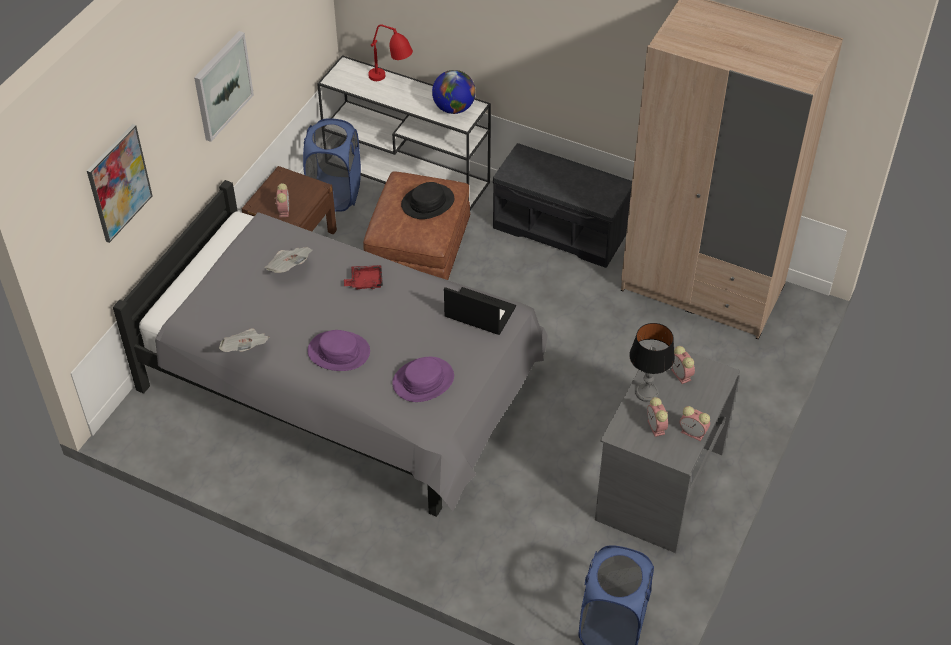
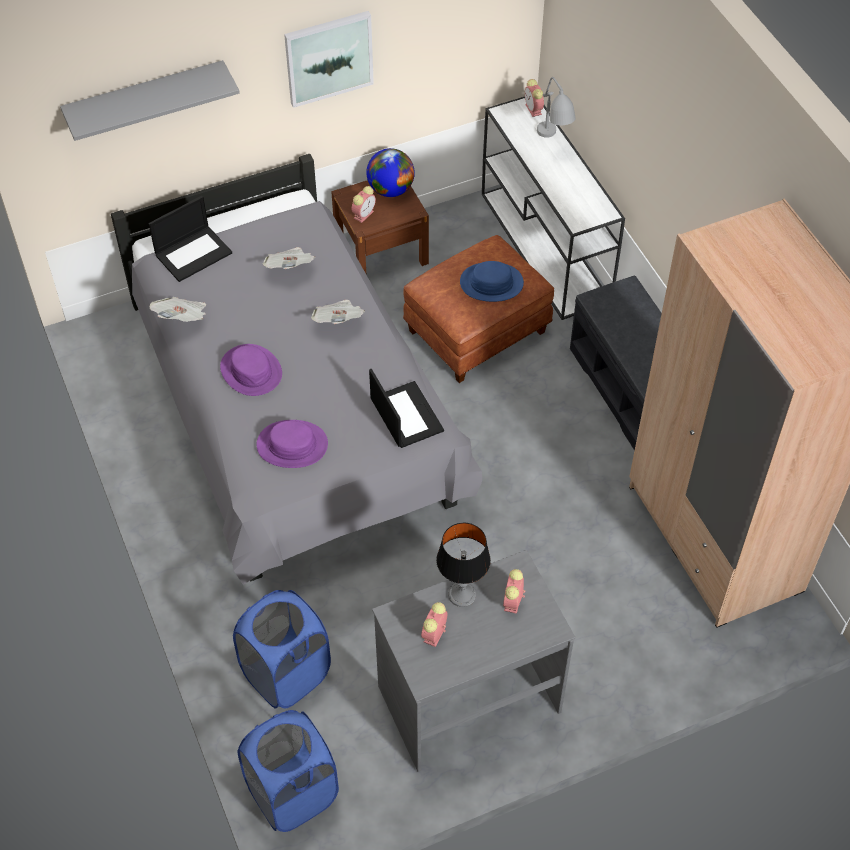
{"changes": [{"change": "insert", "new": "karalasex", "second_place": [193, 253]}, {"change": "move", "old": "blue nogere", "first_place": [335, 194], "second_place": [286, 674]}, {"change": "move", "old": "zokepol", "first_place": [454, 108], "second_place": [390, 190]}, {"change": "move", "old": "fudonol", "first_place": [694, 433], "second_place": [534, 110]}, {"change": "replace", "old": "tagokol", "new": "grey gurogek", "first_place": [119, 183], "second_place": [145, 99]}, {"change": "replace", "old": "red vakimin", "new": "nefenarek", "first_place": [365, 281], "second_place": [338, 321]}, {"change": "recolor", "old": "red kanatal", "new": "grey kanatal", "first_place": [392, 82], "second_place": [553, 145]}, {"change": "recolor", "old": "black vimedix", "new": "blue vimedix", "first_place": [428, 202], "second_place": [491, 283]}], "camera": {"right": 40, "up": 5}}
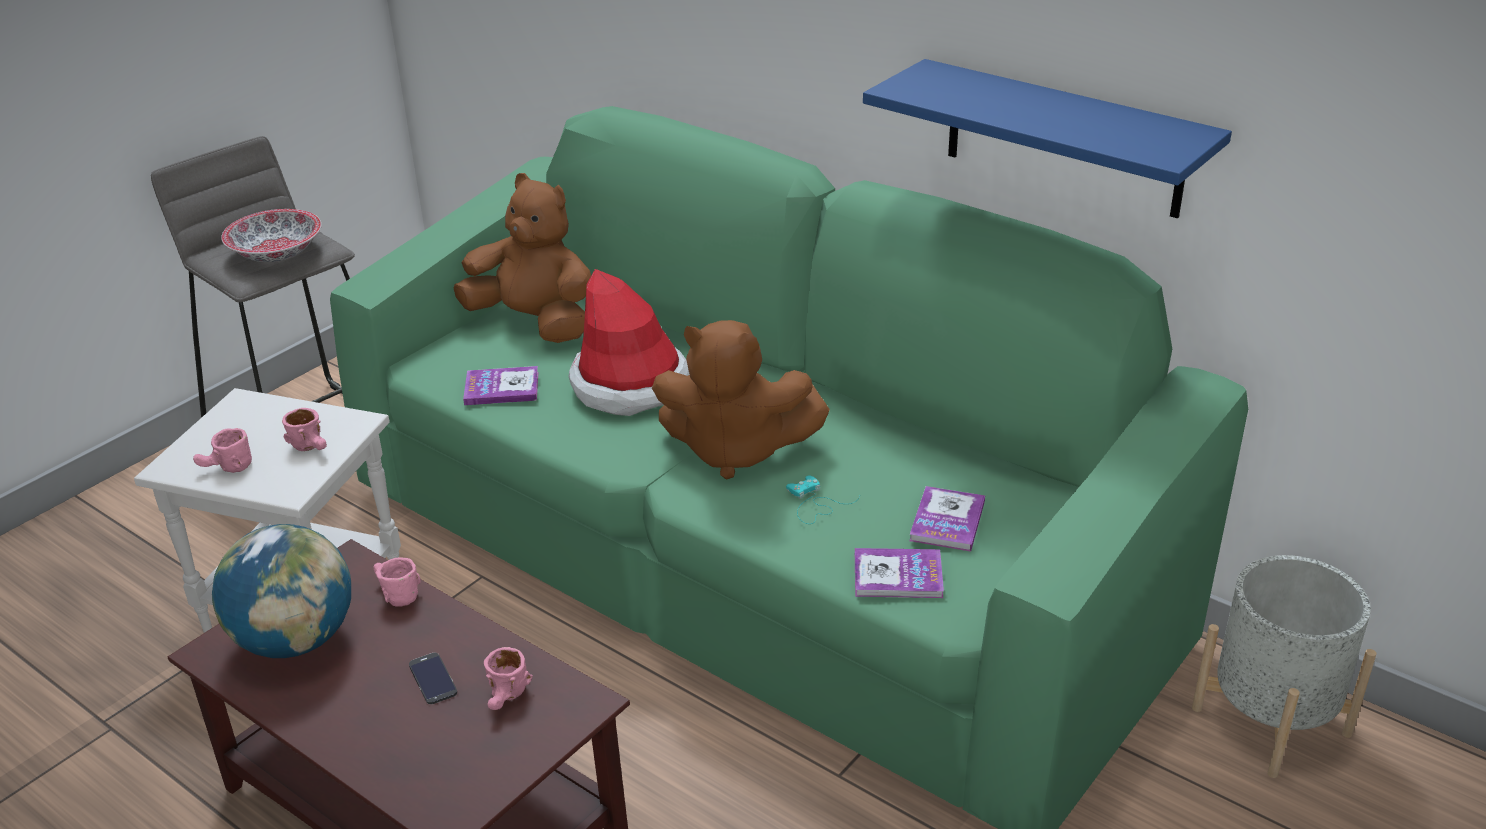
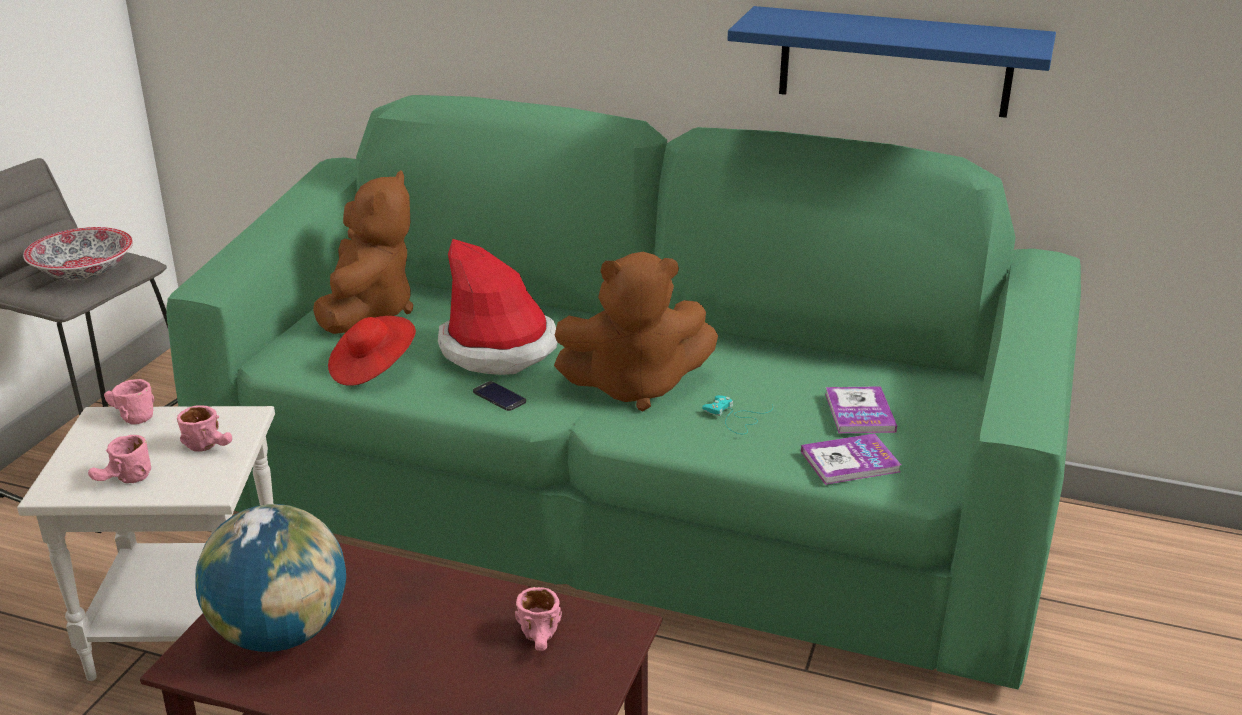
{"changes": [{"change": "delete", "old": "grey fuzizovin", "first_place": [1270, 721]}, {"change": "move", "old": "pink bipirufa", "first_place": [393, 594], "second_place": [128, 416]}, {"change": "move", "old": "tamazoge", "first_place": [433, 679], "second_place": [499, 396]}, {"change": "replace", "old": "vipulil", "new": "red vimedix", "first_place": [501, 388], "second_place": [372, 369]}, {"change": "rotate", "old": "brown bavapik", "first_place": [534, 323], "second_place": [368, 311], "degrees": 90}], "camera": {"right": -20, "up": -5}}
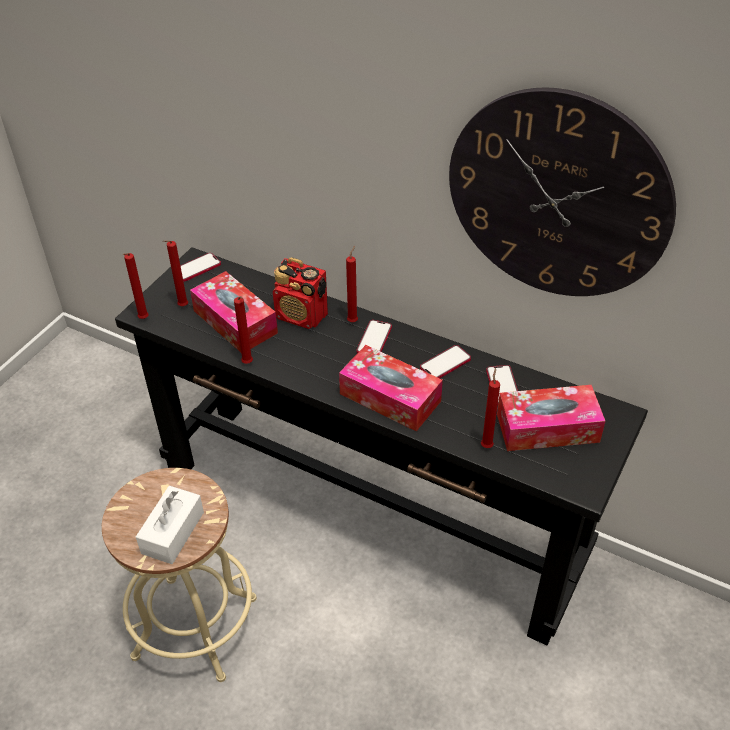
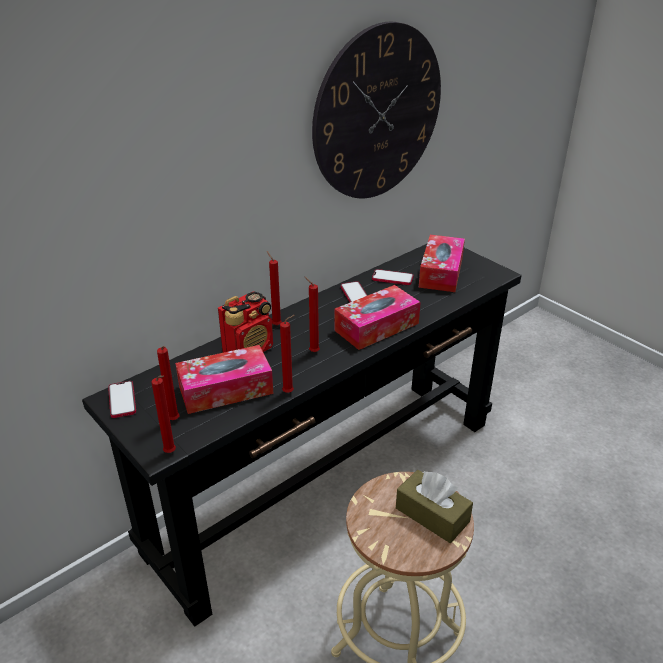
{"changes": [{"change": "delete", "old": "tamazoge", "first_place": [374, 339]}, {"change": "move", "old": "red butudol", "first_place": [486, 445], "second_place": [312, 351]}, {"change": "recolor", "old": "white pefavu", "new": "brown pefavu", "first_place": [173, 532], "second_place": [432, 515]}], "camera": {"right": -70, "up": -10}}
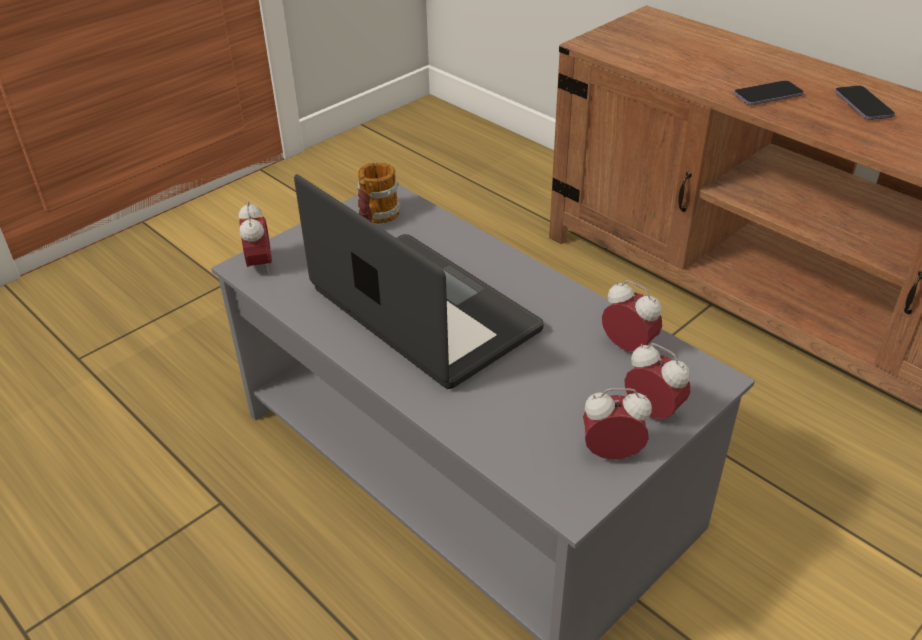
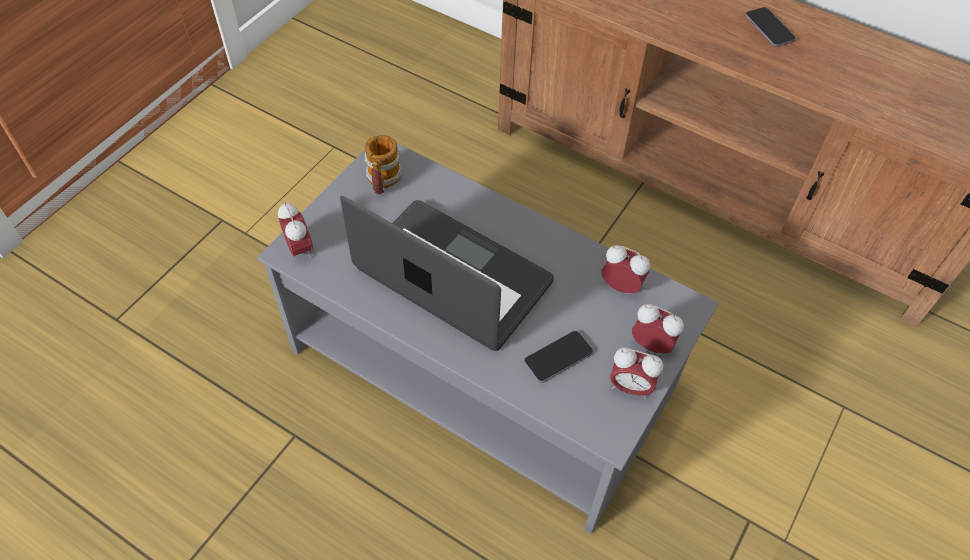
{"changes": [{"change": "move", "old": "tamazoge", "first_place": [768, 95], "second_place": [558, 357]}, {"change": "rotate", "old": "fudonol", "first_place": [611, 453], "second_place": [630, 387], "degrees": -150}], "camera": {"right": -15, "up": 15}}
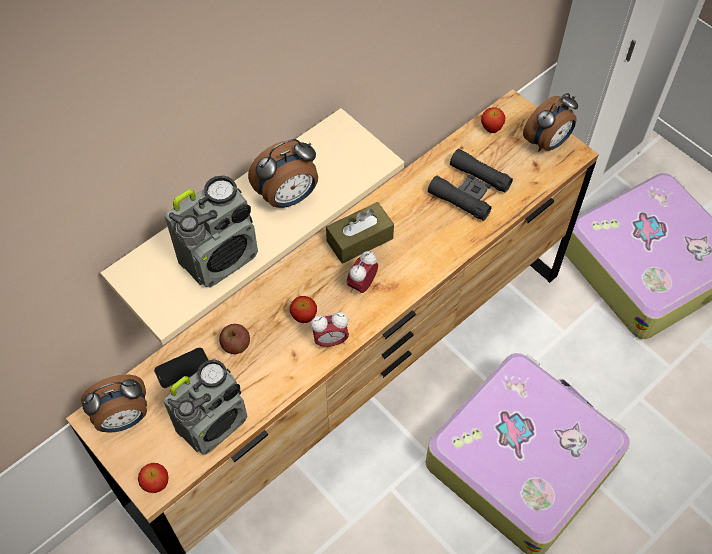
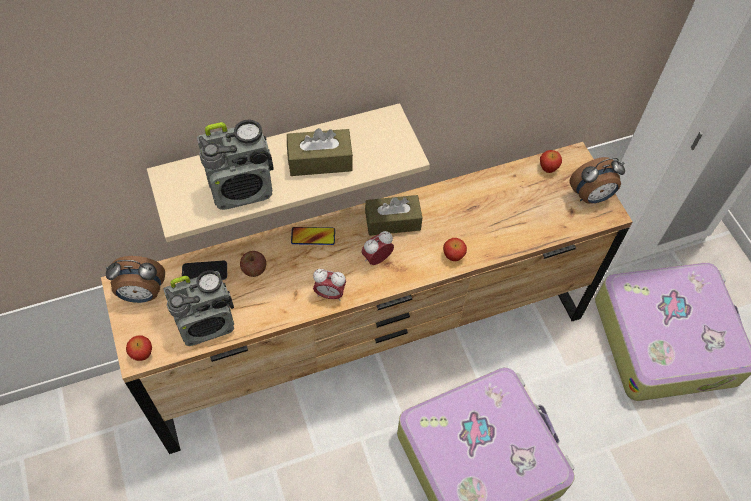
{"changes": [{"change": "delete", "old": "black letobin", "first_place": [469, 190]}, {"change": "insert", "new": "tamazoge", "second_place": [313, 236]}, {"change": "move", "old": "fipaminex", "first_place": [304, 316], "second_place": [453, 255]}, {"change": "replace", "old": "fudonol", "new": "brown pefavu", "first_place": [288, 197], "second_place": [320, 161]}], "camera": {"right": 20, "up": 0}}
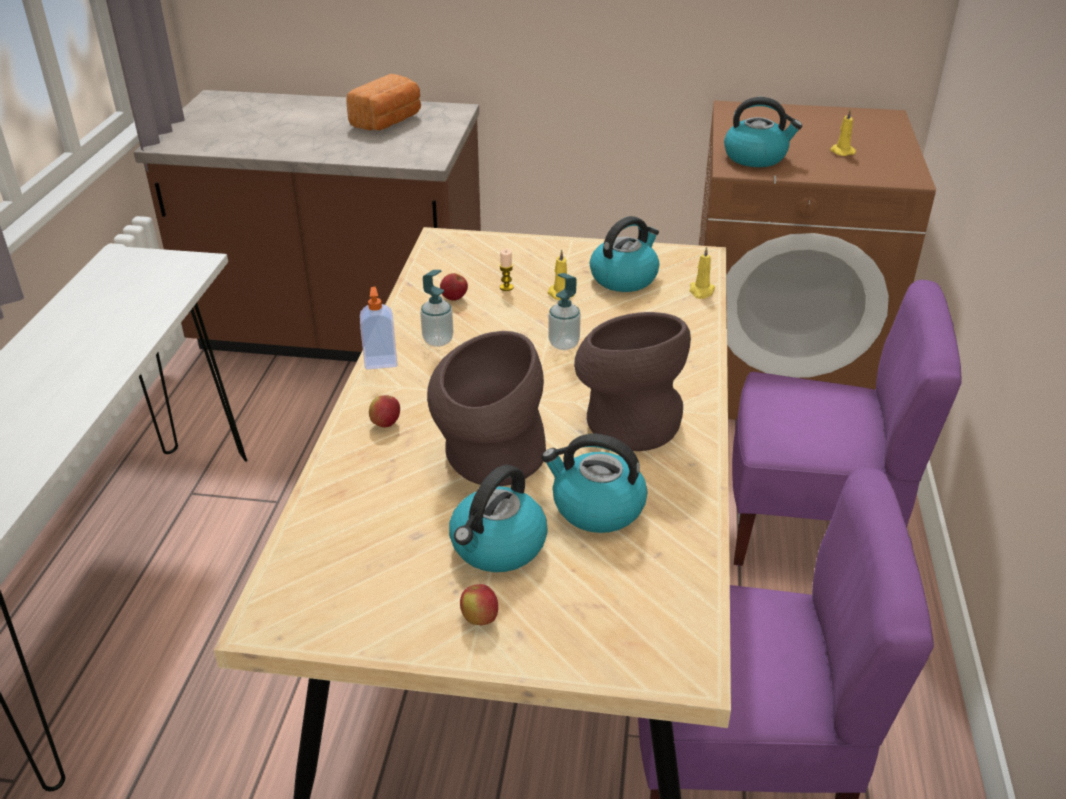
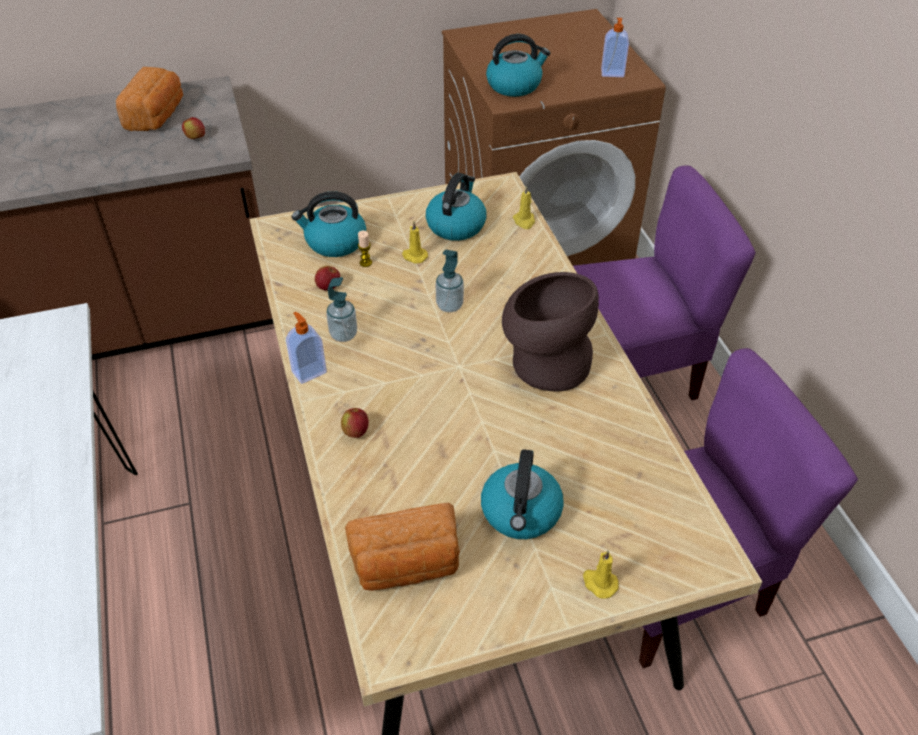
{"changes": [{"change": "delete", "old": "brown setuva", "first_place": [488, 461]}, {"change": "insert", "new": "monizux", "second_place": [407, 565]}, {"change": "insert", "new": "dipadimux", "second_place": [612, 73]}, {"change": "move", "old": "fipaminex", "first_place": [479, 618], "second_place": [195, 138]}, {"change": "move", "old": "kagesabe", "first_place": [596, 507], "second_place": [334, 242]}, {"change": "move", "old": "yellow butudol", "first_place": [841, 151], "second_place": [599, 583]}], "camera": {"right": -25, "up": 10}}
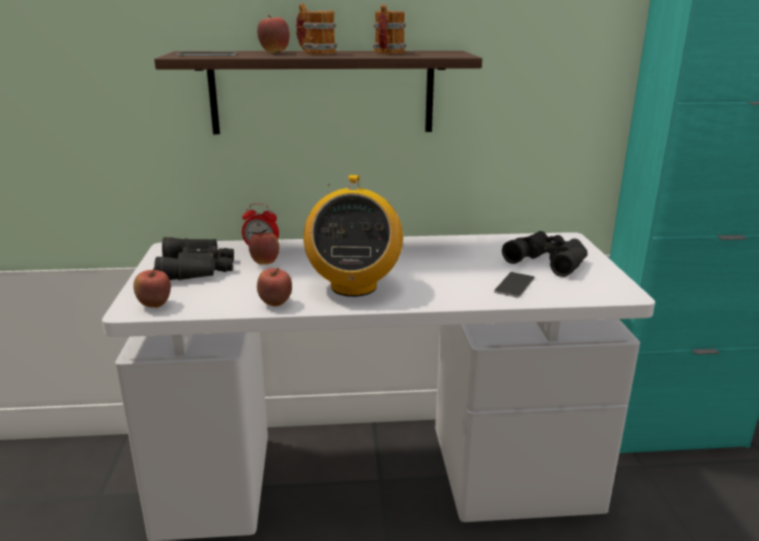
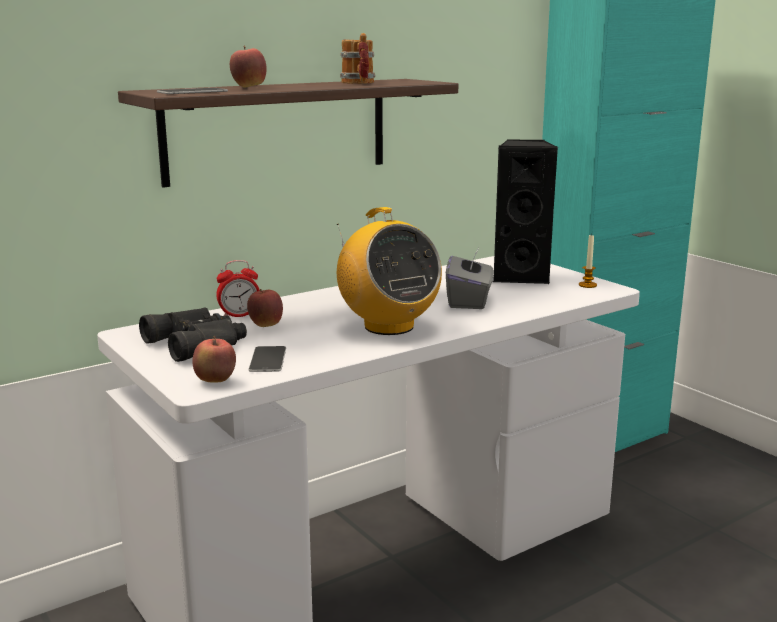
{"changes": [{"change": "delete", "old": "fipaminex", "first_place": [275, 304]}, {"change": "delete", "old": "bipirufa", "first_place": [315, 52]}, {"change": "insert", "new": "grey pefavu", "second_place": [469, 301]}, {"change": "insert", "new": "butudol", "second_place": [587, 285]}, {"change": "move", "old": "tamazoge", "first_place": [514, 285], "second_place": [268, 359]}, {"change": "replace", "old": "black letobin", "new": "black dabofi", "first_place": [548, 260], "second_place": [521, 276]}], "camera": {"right": -30, "up": -5}}
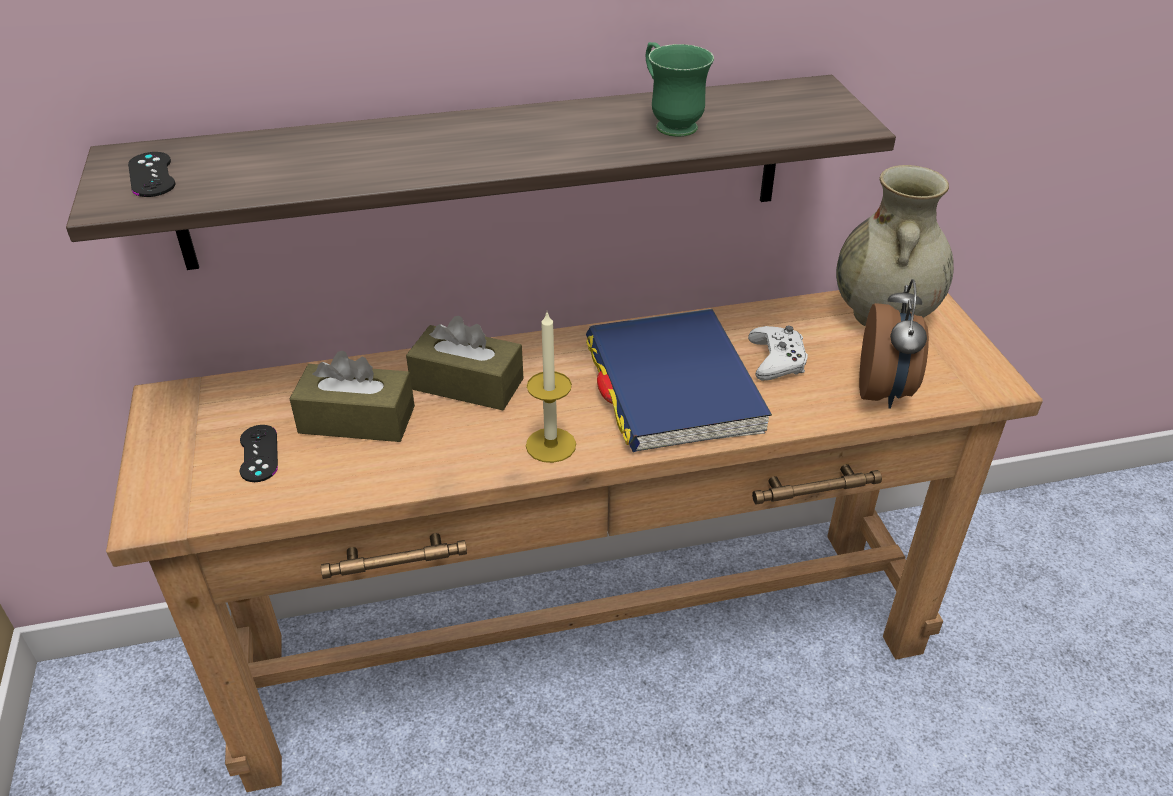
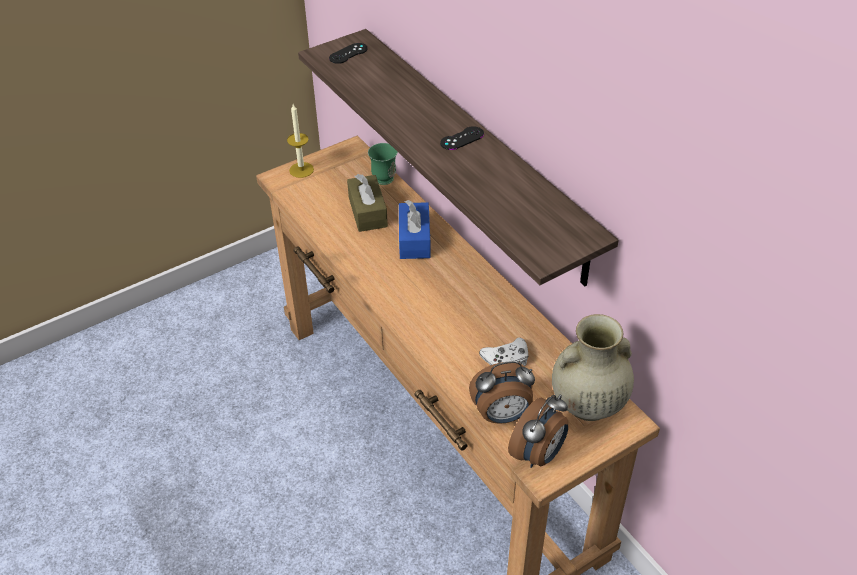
{"changes": [{"change": "delete", "old": "blue vipulil", "first_place": [672, 386]}, {"change": "insert", "new": "fudonol", "second_place": [538, 454]}, {"change": "move", "old": "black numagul", "first_place": [259, 453], "second_place": [462, 138]}, {"change": "move", "old": "butudol", "first_place": [551, 445], "second_place": [301, 170]}, {"change": "move", "old": "green bipirufa", "first_place": [669, 123], "second_place": [387, 176]}, {"change": "recolor", "old": "brown pefavu", "new": "blue pefavu", "first_place": [467, 384], "second_place": [414, 239]}], "camera": {"right": 70, "up": 5}}
